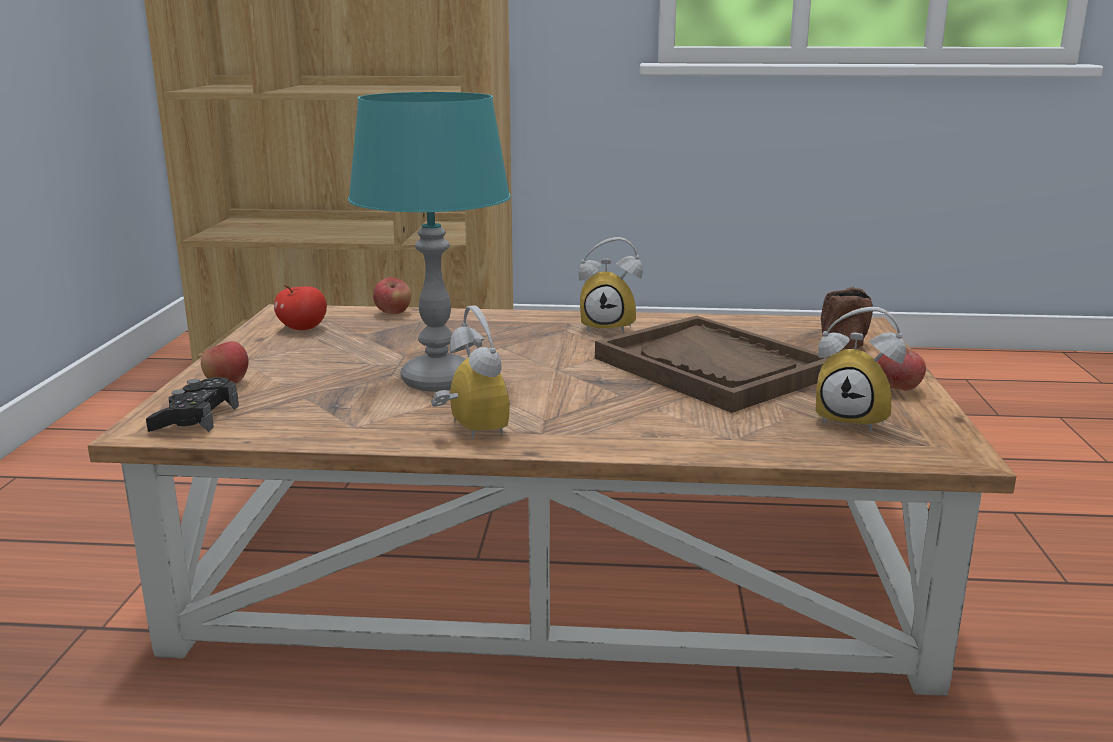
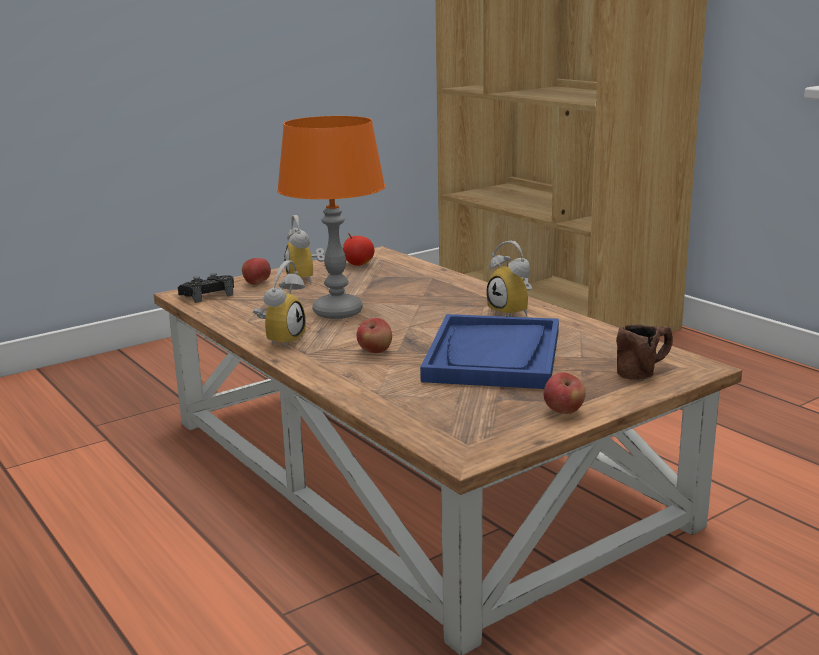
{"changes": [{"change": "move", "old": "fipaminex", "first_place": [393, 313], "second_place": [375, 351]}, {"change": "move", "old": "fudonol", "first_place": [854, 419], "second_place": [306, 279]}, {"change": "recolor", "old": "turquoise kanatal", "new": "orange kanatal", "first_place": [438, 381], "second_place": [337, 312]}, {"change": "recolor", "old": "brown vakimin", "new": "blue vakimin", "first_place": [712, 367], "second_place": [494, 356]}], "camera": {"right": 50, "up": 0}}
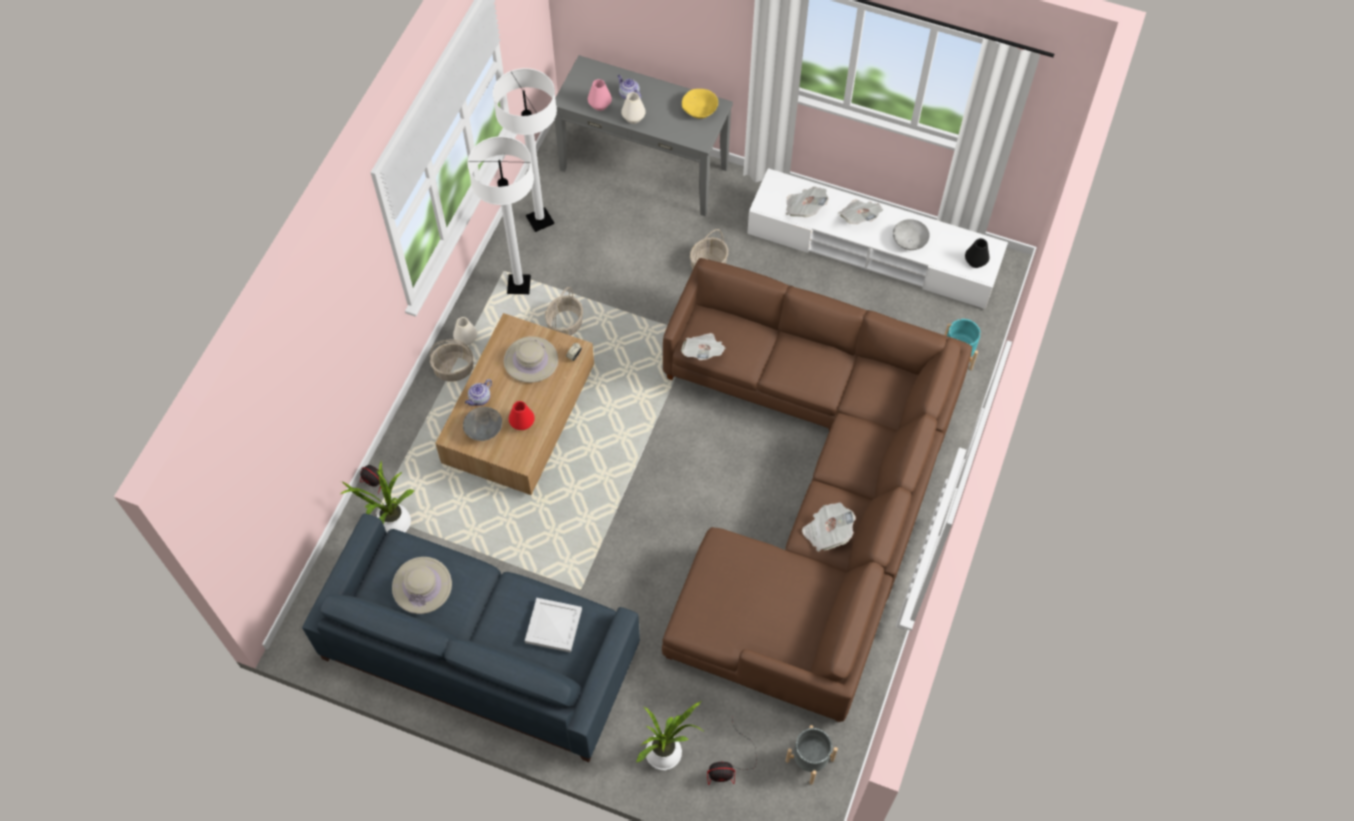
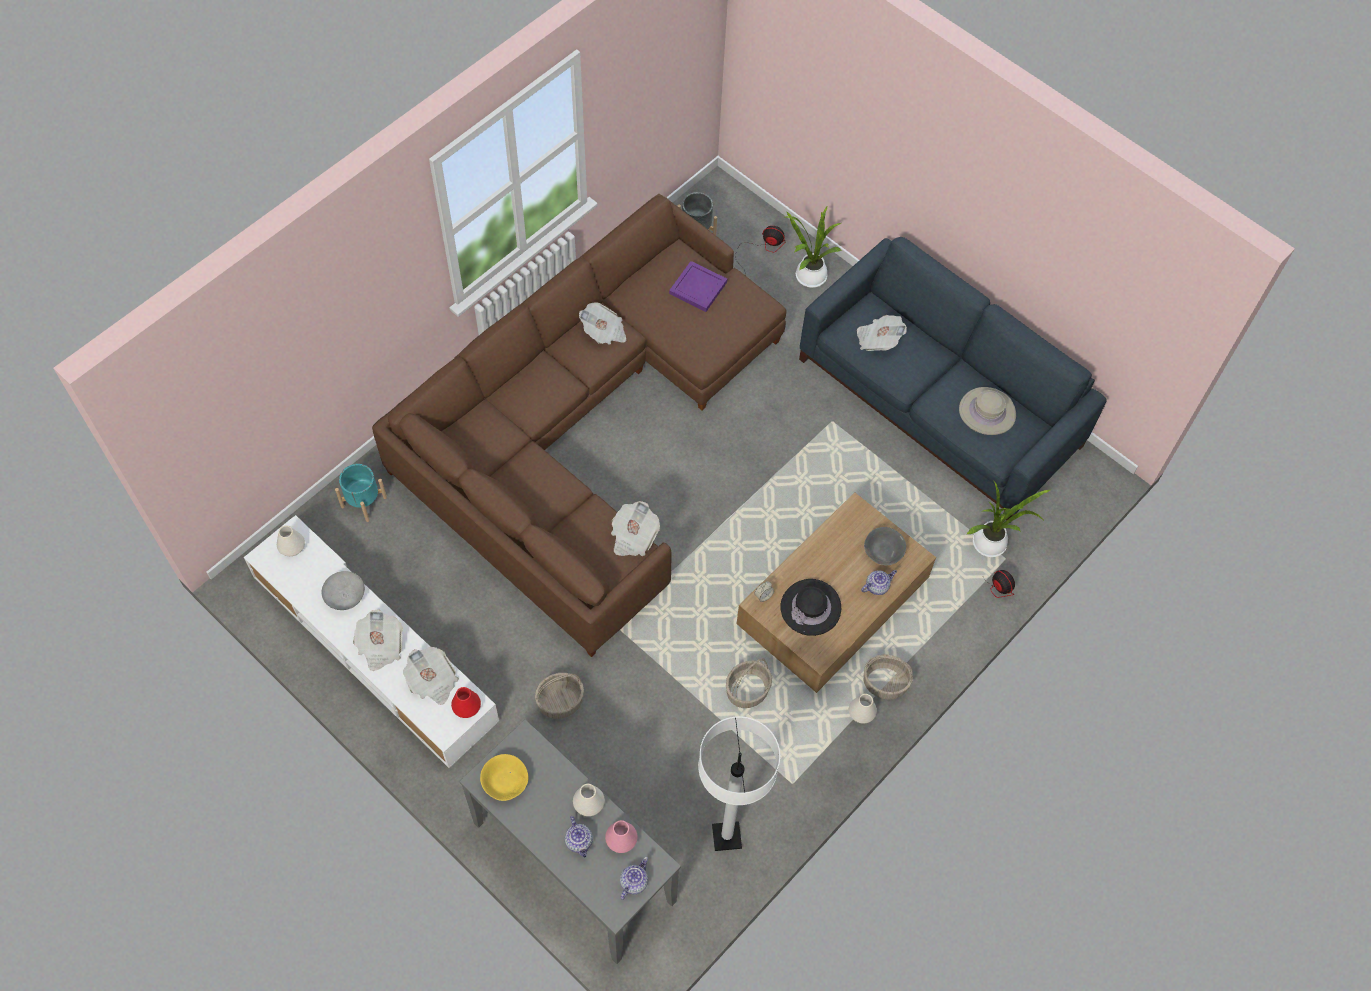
{"changes": [{"change": "delete", "old": "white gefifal", "first_place": [519, 285]}, {"change": "insert", "new": "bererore", "second_place": [633, 882]}, {"change": "insert", "new": "purple vakimin", "second_place": [698, 287]}, {"change": "move", "old": "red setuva", "first_place": [522, 423], "second_place": [467, 708]}, {"change": "replace", "old": "white vakimin", "new": "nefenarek", "first_place": [554, 625], "second_place": [878, 340]}, {"change": "recolor", "old": "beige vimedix", "new": "black vimedix", "first_place": [530, 360], "second_place": [810, 608]}, {"change": "recolor", "old": "black setuva", "new": "white setuva", "first_place": [975, 261], "second_place": [292, 548]}], "camera": {"right": -160, "up": 0}}
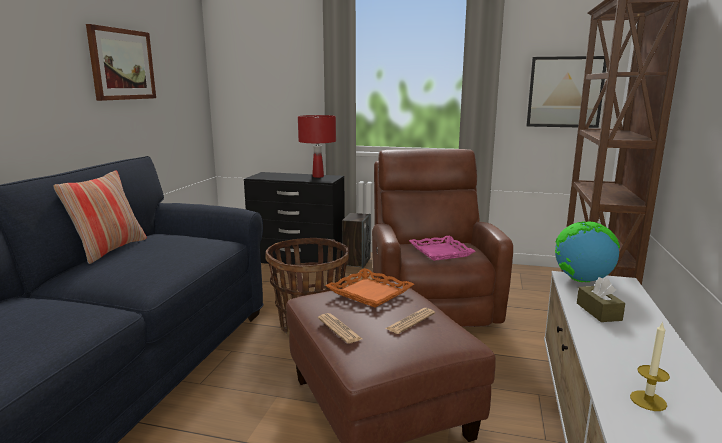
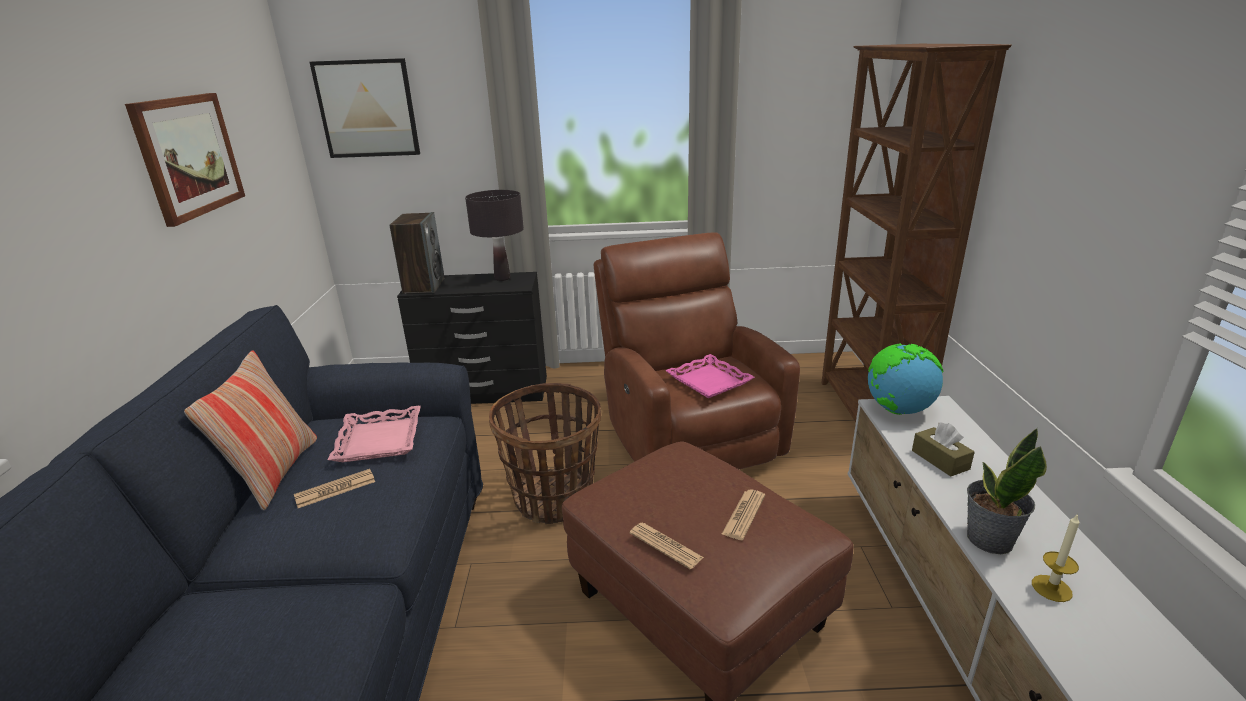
{"changes": [{"change": "delete", "old": "orange vakimin", "first_place": [369, 293]}, {"change": "insert", "new": "nefenarek", "second_place": [335, 489]}, {"change": "insert", "new": "pink vakimin", "second_place": [380, 440]}, {"change": "insert", "new": "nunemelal", "second_place": [988, 539]}, {"change": "move", "old": "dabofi", "first_place": [356, 261], "second_place": [423, 286]}, {"change": "move", "old": "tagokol", "first_place": [565, 92], "second_place": [367, 109]}, {"change": "recolor", "old": "red kanatal", "new": "black kanatal", "first_place": [318, 176], "second_place": [502, 278]}], "camera": {"right": -15, "up": 10}}
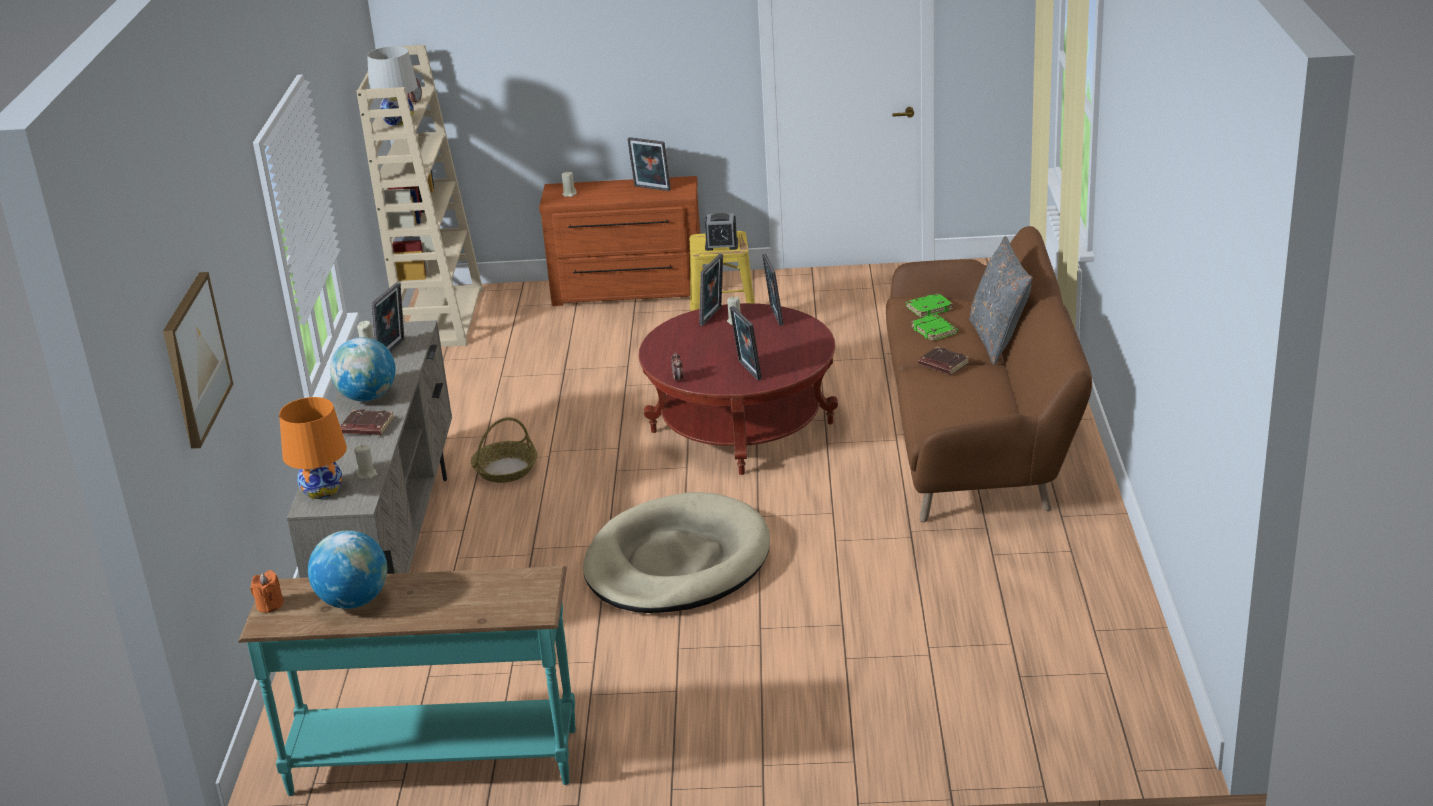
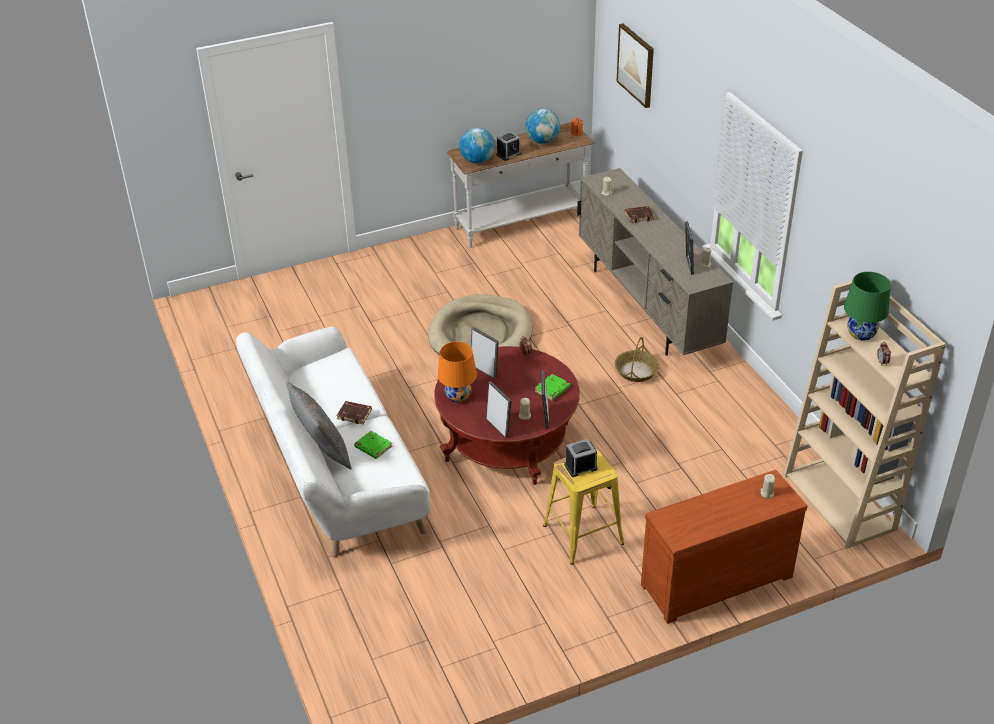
{"changes": [{"change": "delete", "old": "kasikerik", "first_place": [651, 189]}, {"change": "insert", "new": "fudonol", "second_place": [508, 154]}, {"change": "move", "old": "orange kanatal", "first_place": [322, 490], "second_place": [458, 396]}, {"change": "move", "old": "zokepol", "first_place": [367, 397], "second_place": [477, 161]}, {"change": "move", "old": "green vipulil", "first_place": [929, 308], "second_place": [552, 390]}, {"change": "recolor", "old": "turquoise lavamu", "new": "white lavamu", "first_place": [434, 759], "second_place": [521, 224]}, {"change": "recolor", "old": "white kanatal", "new": "green kanatal", "first_place": [398, 121], "second_place": [861, 333]}, {"change": "recolor", "old": "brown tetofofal", "new": "white tetofofal", "first_place": [978, 435], "second_place": [337, 473]}], "camera": {"right": 155, "up": 10}}
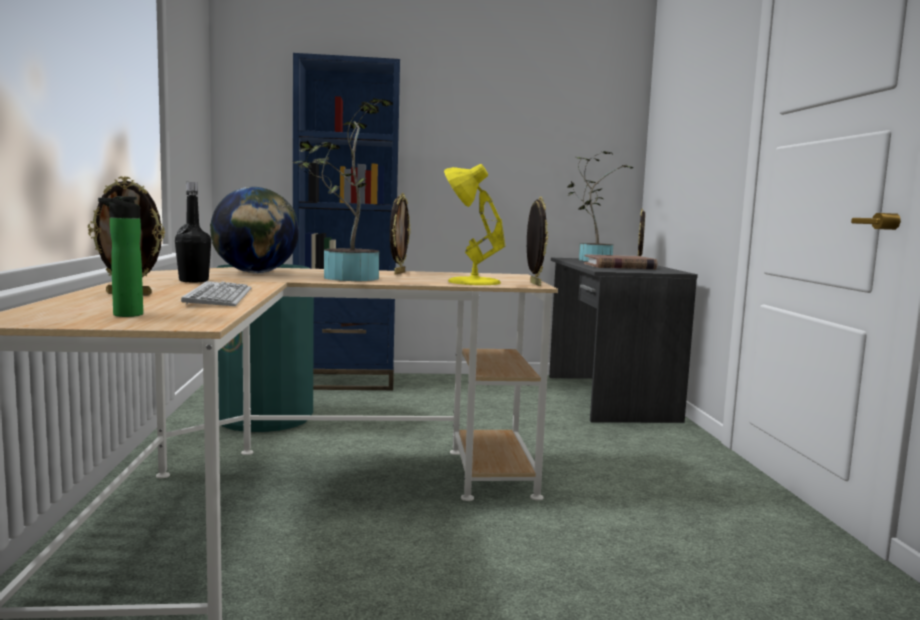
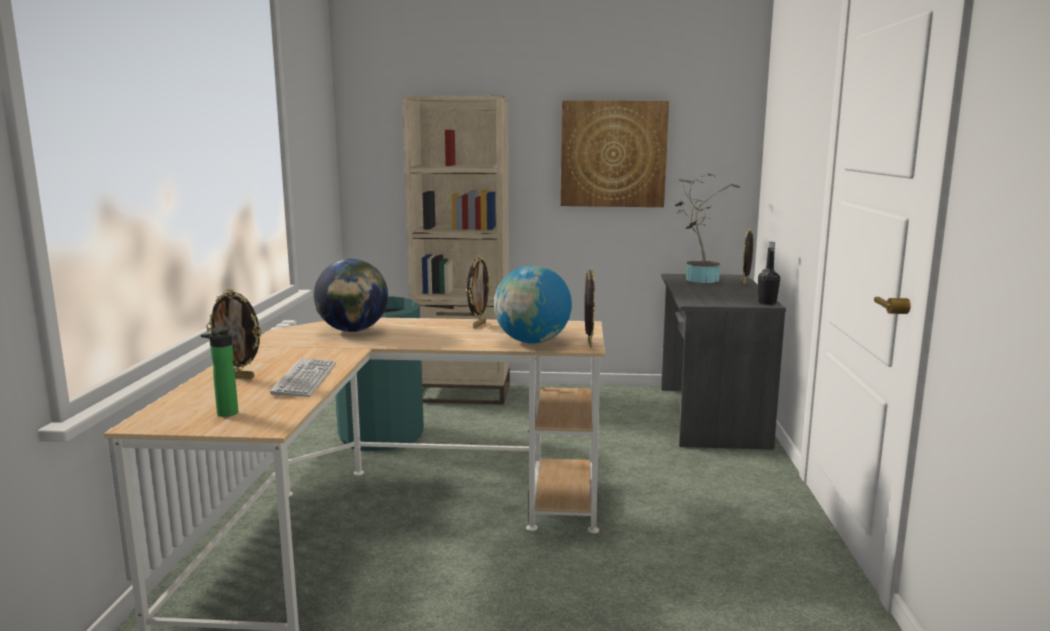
{"changes": [{"change": "delete", "old": "nunemelal", "first_place": [345, 278]}, {"change": "delete", "old": "brown vipulil", "first_place": [619, 266]}, {"change": "insert", "new": "tagokol", "second_place": [613, 154]}, {"change": "move", "old": "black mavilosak", "first_place": [193, 281], "second_place": [767, 303]}, {"change": "replace", "old": "yellow kanatal", "new": "zokepol", "first_place": [471, 282], "second_place": [532, 342]}, {"change": "recolor", "old": "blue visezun", "new": "beige visezun", "first_place": [345, 381], "second_place": [462, 393]}], "camera": {"right": 10, "up": 5}}
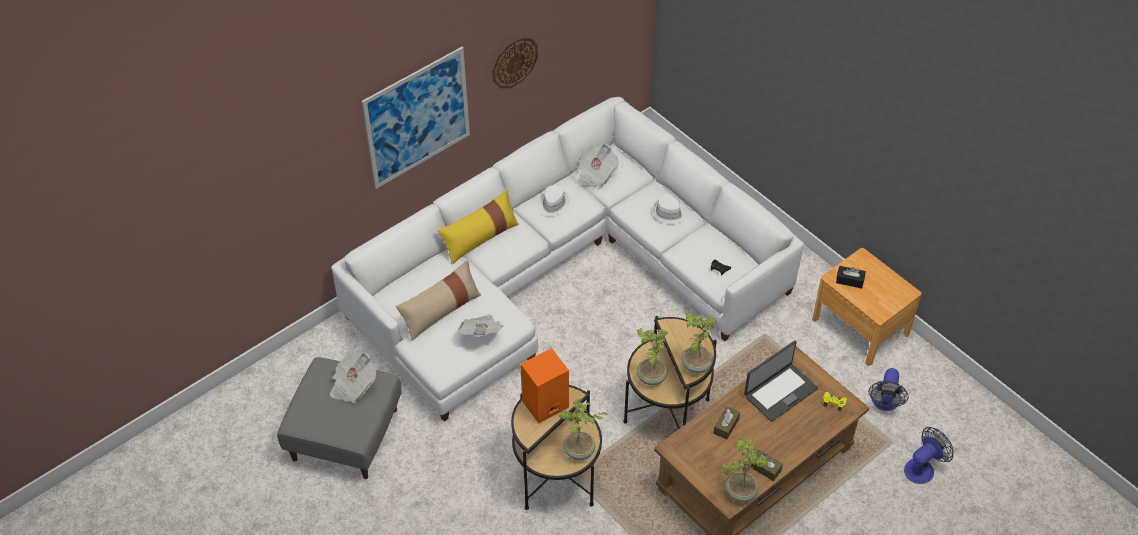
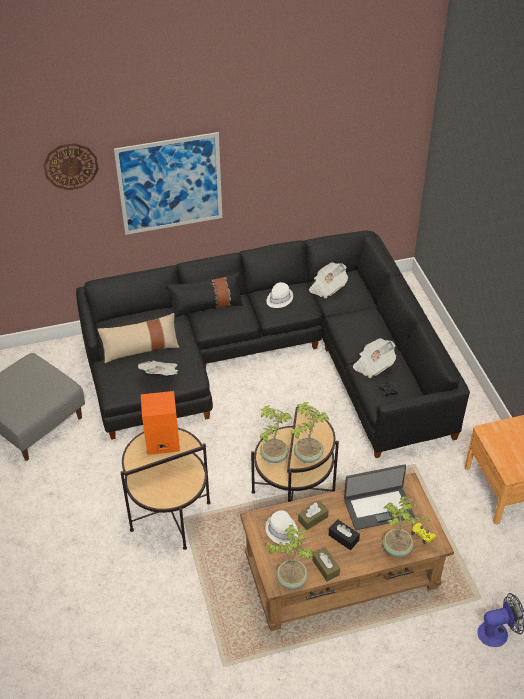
{"changes": [{"change": "delete", "old": "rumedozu", "first_place": [884, 403]}, {"change": "move", "old": "nefenarek", "first_place": [353, 385], "second_place": [373, 365]}, {"change": "move", "old": "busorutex", "first_place": [514, 62], "second_place": [71, 166]}, {"change": "move", "old": "nunemelal", "first_place": [579, 451], "second_place": [397, 549]}, {"change": "move", "old": "white vimedix", "first_place": [668, 213], "second_place": [282, 531]}, {"change": "move", "old": "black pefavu", "first_place": [849, 280], "second_place": [343, 538]}, {"change": "recolor", "old": "white tetofofal", "new": "black tetofofal", "first_place": [561, 274], "second_place": [271, 361]}, {"change": "recolor", "old": "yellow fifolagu", "new": "black fifolagu", "first_place": [480, 238], "second_place": [206, 306]}], "camera": {"right": 25, "up": -5}}
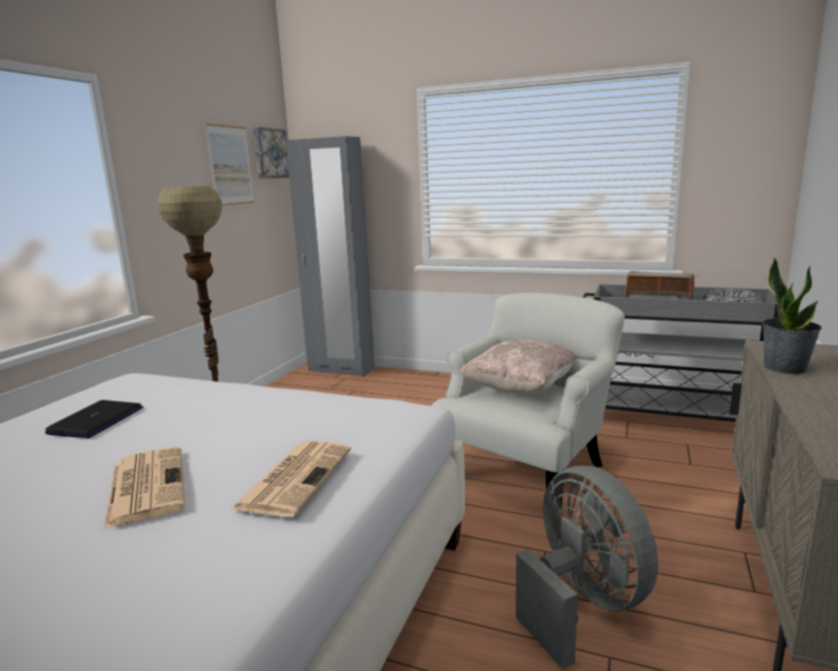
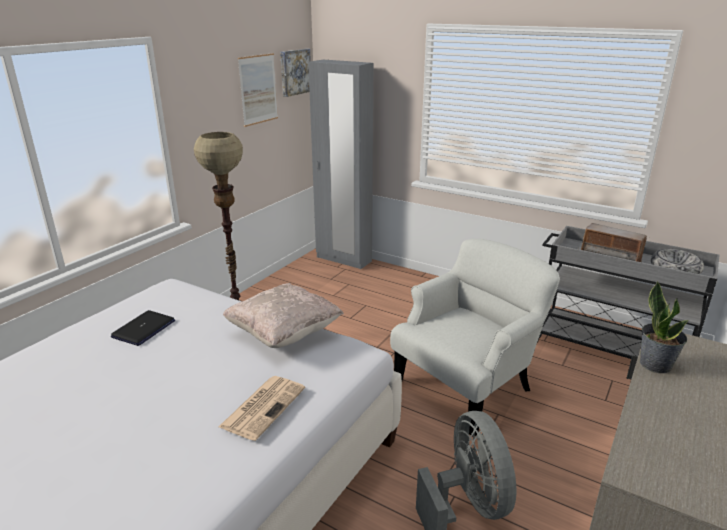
{"changes": [{"change": "delete", "old": "nefenarek", "first_place": [146, 485]}, {"change": "move", "old": "beige fifolagu", "first_place": [520, 389], "second_place": [284, 334]}], "camera": {"right": 10, "up": 10}}
